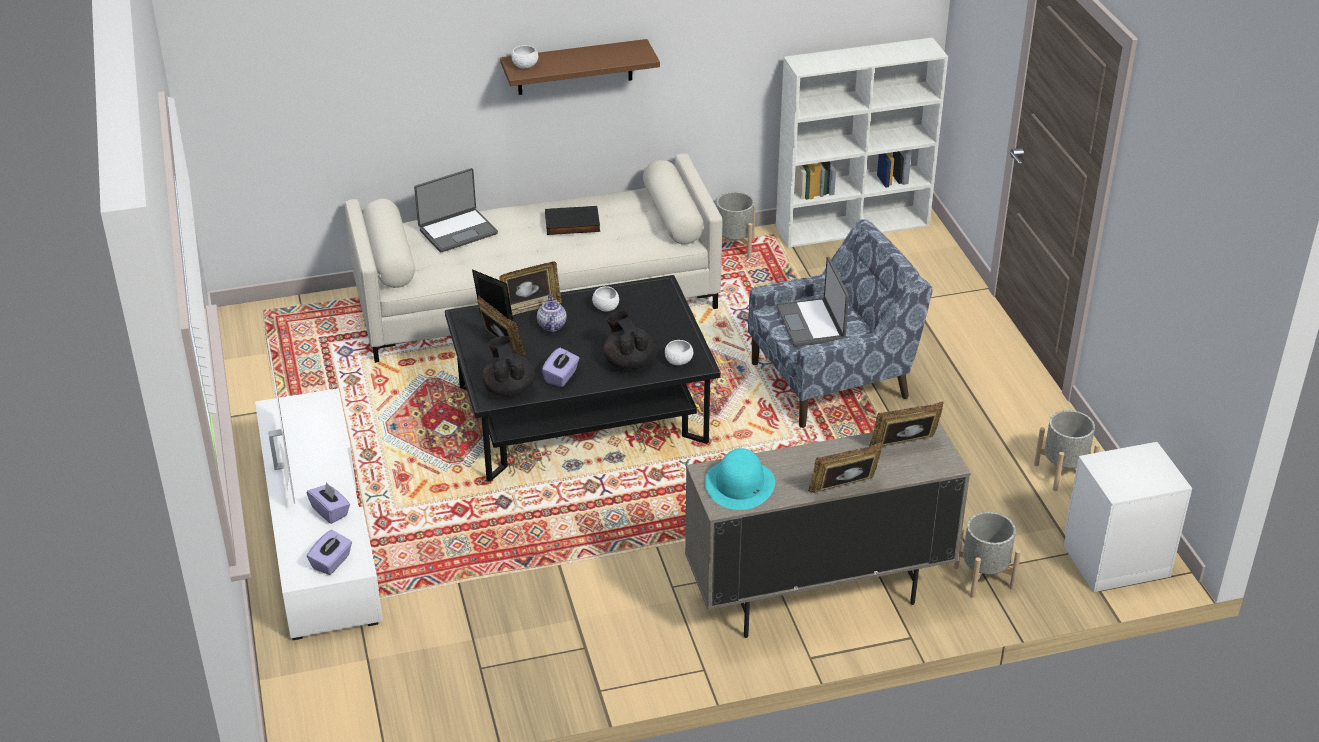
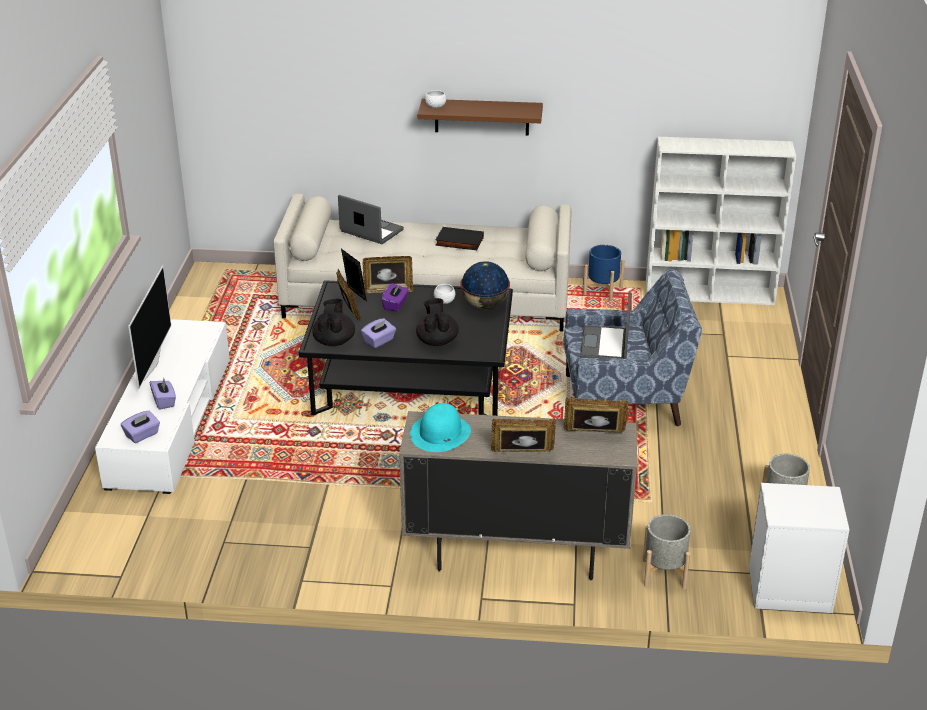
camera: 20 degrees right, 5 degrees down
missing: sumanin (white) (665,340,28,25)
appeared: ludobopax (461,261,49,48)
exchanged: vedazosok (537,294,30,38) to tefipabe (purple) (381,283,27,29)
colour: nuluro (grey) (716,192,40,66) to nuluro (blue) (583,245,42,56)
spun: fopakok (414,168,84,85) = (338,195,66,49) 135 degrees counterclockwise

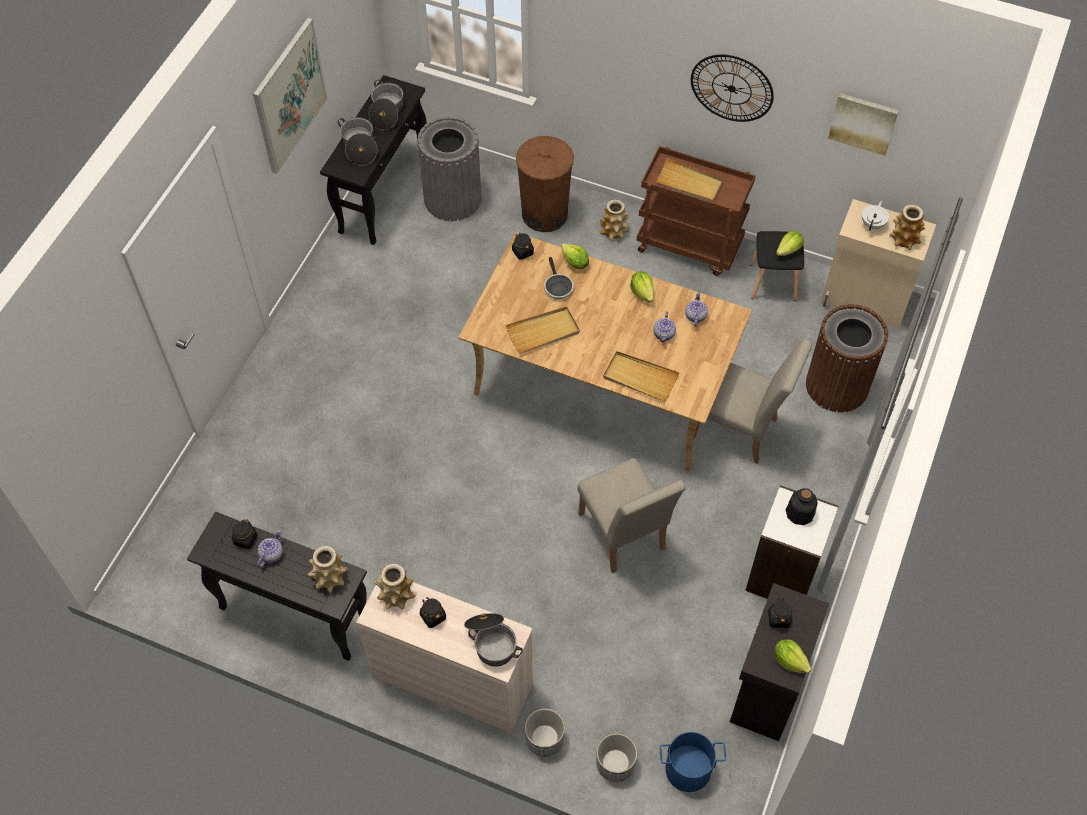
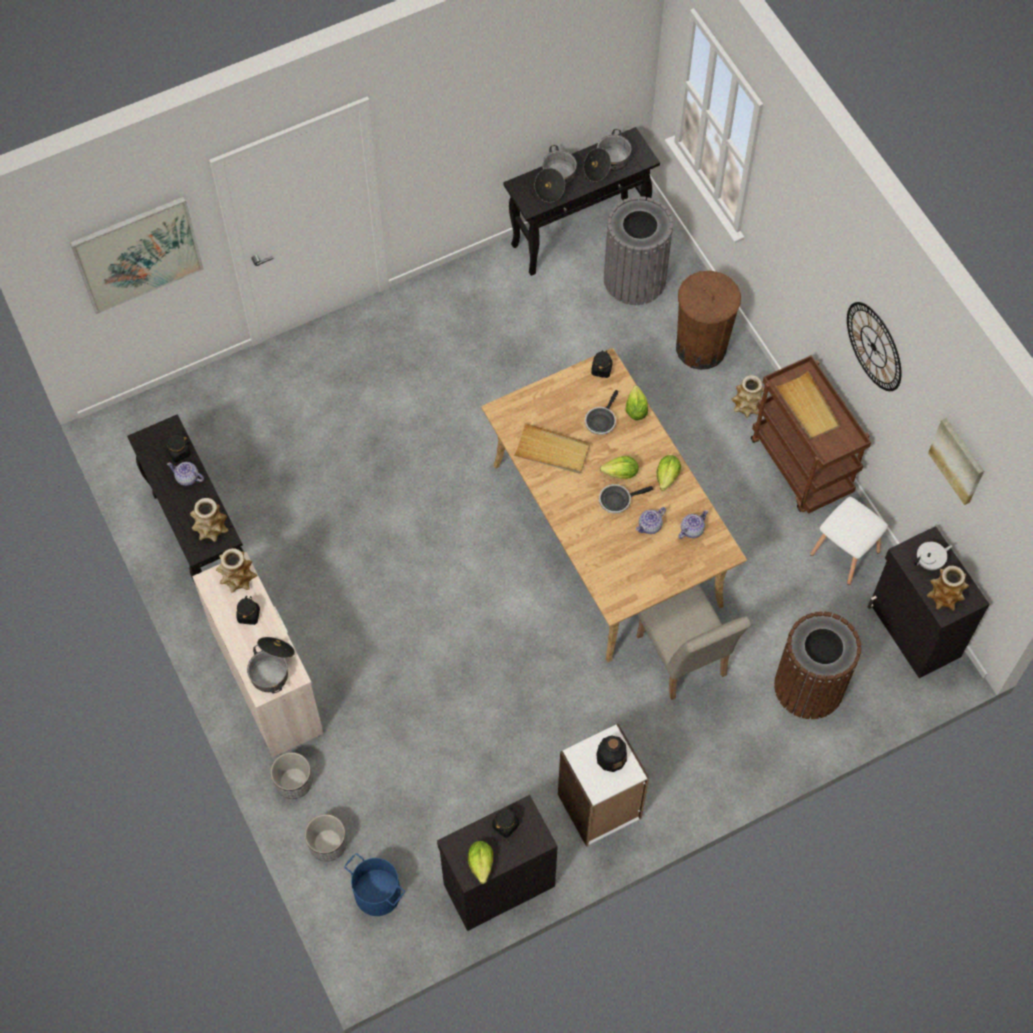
camera: 40 degrees right, 5 degrees up
missing: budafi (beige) (578,458,108,115); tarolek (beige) (603,351,76,51)
appeared: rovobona (599,484,54,29)
relocated: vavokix (253,18,74,156) to (70,196,134,118); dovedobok (776,231,28,25) to (600,456,38,23)
colour: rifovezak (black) (750,231,54,70) to rifovezak (white) (810,497,78,88); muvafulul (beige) (821,199,115,129) to muvafulul (black) (867,526,122,152)
spun: vedazosok (258,530,25,37) = (167,462,37,24) 135 degrees counterclockwise

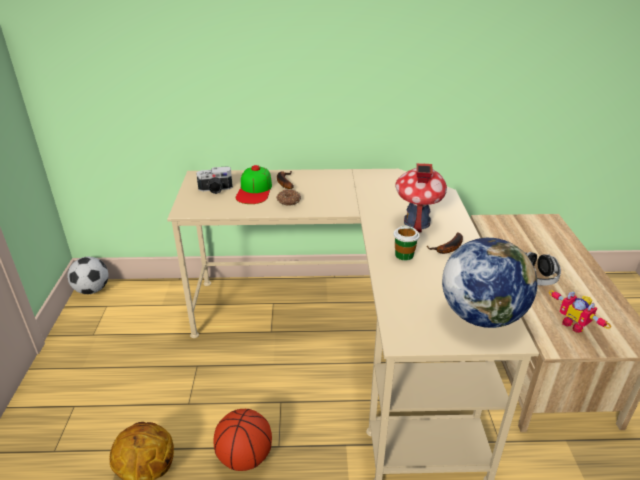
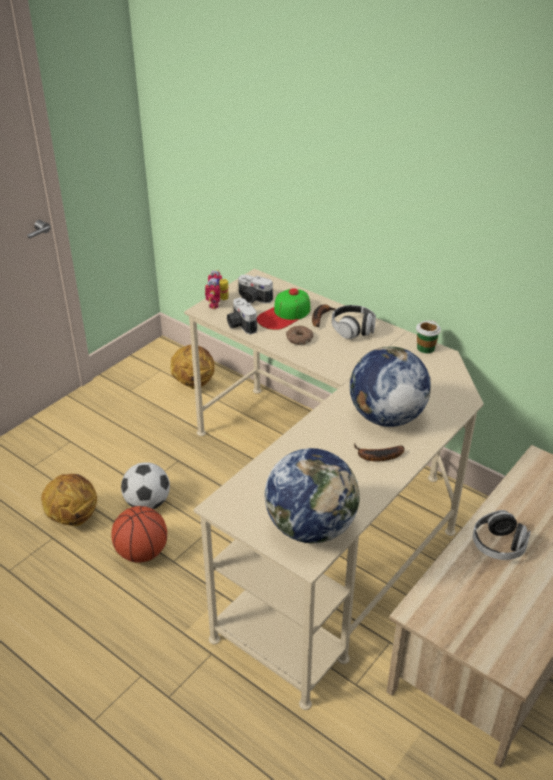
camera: 40 degrees right, 5 degrees up
appeared: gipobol (170,345,45,44); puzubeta (227,298,30,36); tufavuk (332,305,44,34)
relocated: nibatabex (68,257,40,37) to (121,462,49,47); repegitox (394,225,26,35) to (416,320,25,34); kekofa (549,290,62,43) to (205,270,24,39)
exchanged: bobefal (395,163,52,70) to ludobopax (350,346,81,81)

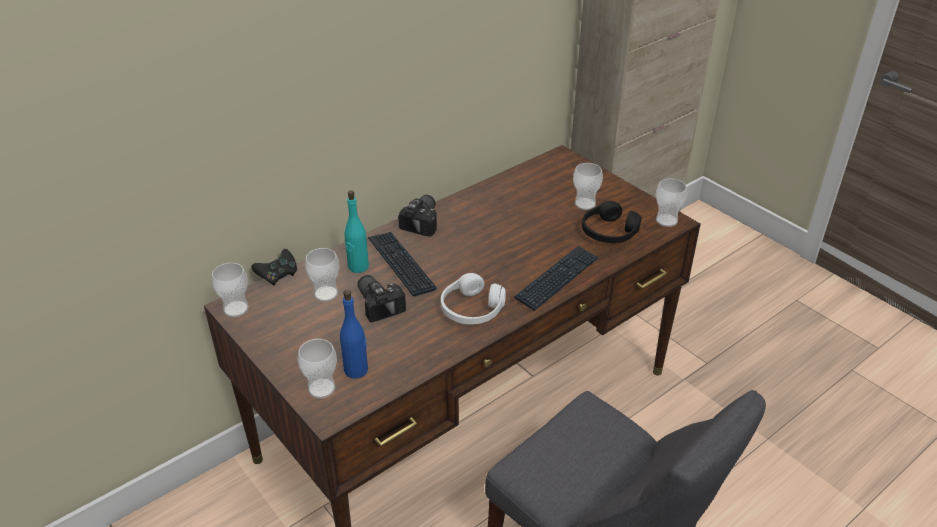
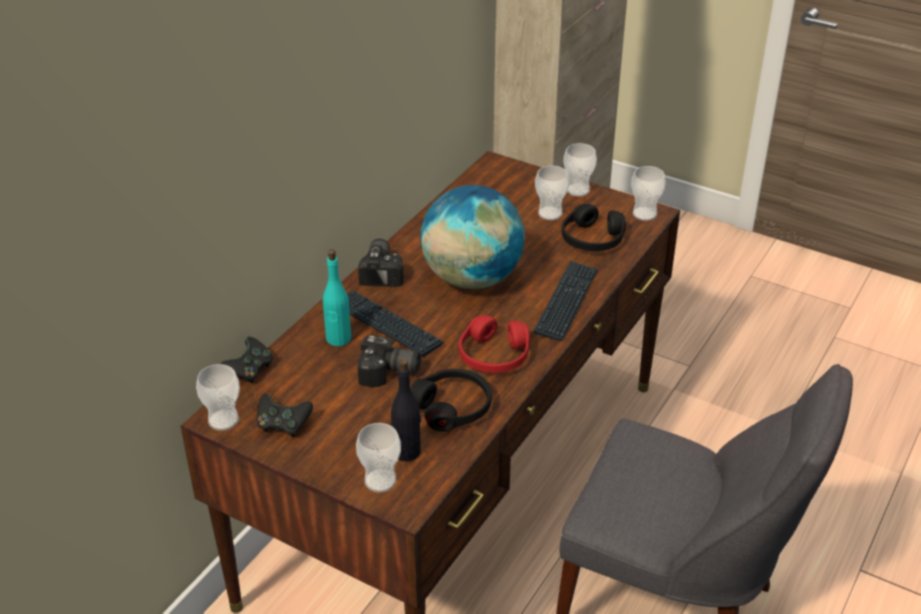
camera: 20 degrees left, 0 degrees up
appeared: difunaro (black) (257,394,56,43); tufavuk (black) (410,369,82,63); ludobopax (420,185,105,104)
relocated: repegitox (305,248,35,53) to (563,143,34,54)
colour: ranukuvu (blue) (340,290,28,89) to ranukuvu (black) (391,359,30,102); tufavuk (white) (441,273,65,52) to tufavuk (red) (459,315,71,58)
spun: puzubeta (358,275,48,47) = (357,335,64,52) 150 degrees clockwise

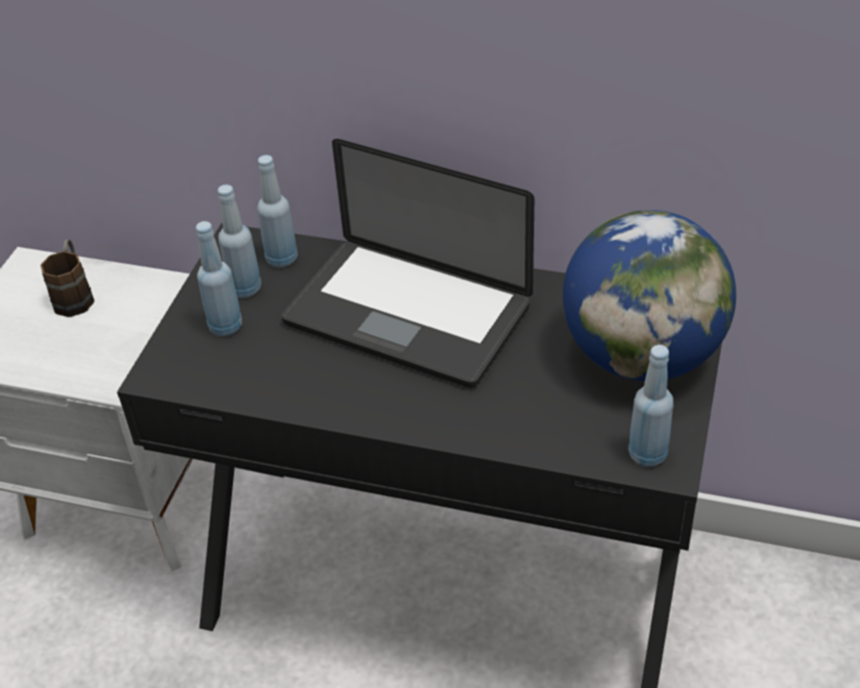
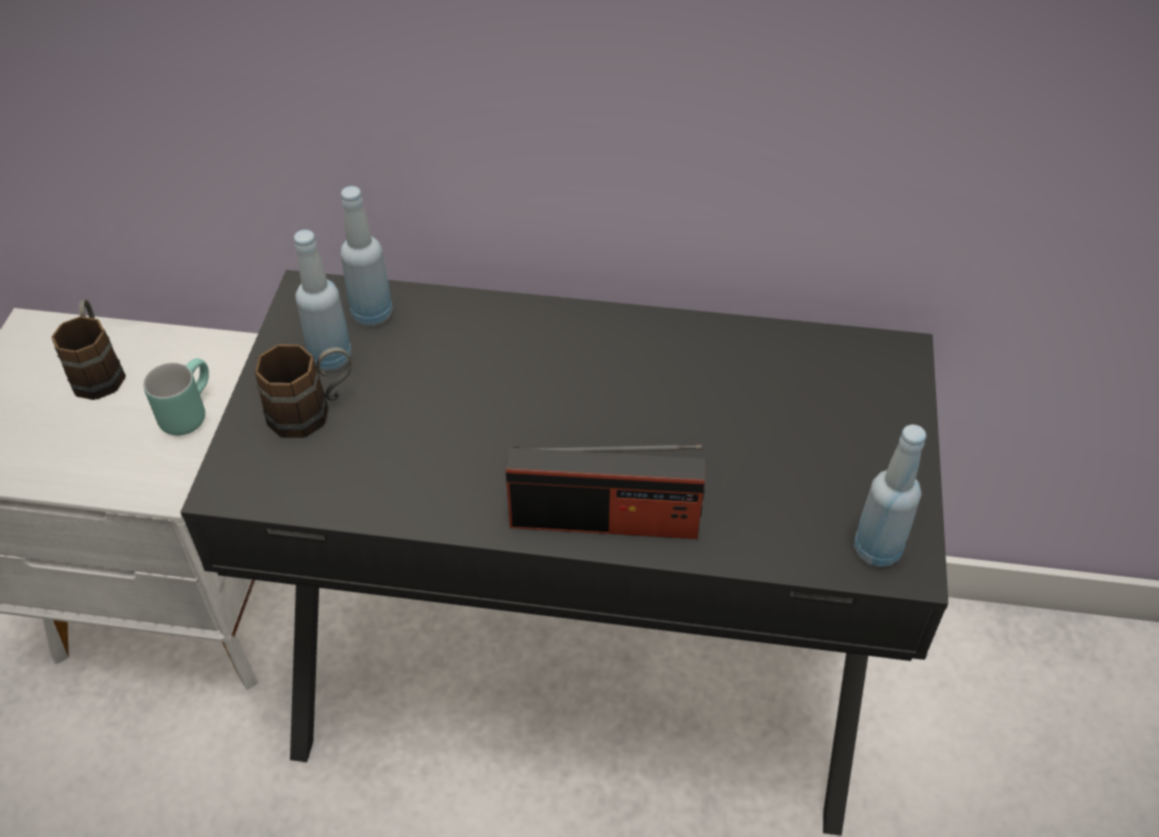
camera: 10 degrees left, 5 degrees up
missing: fopakok (281,139,253,249); ludobopax (562,210,174,171)
appeared: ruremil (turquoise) (143,358,66,78); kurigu (506,445,199,94)
exchanged: ranukuvu (blue) (196,221,46,115) to ruremil (brown) (255,345,97,93)

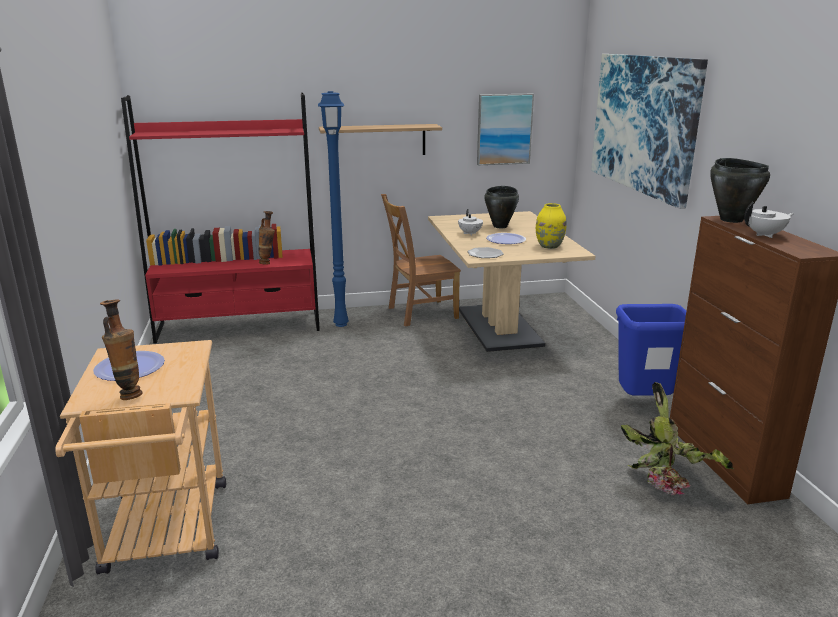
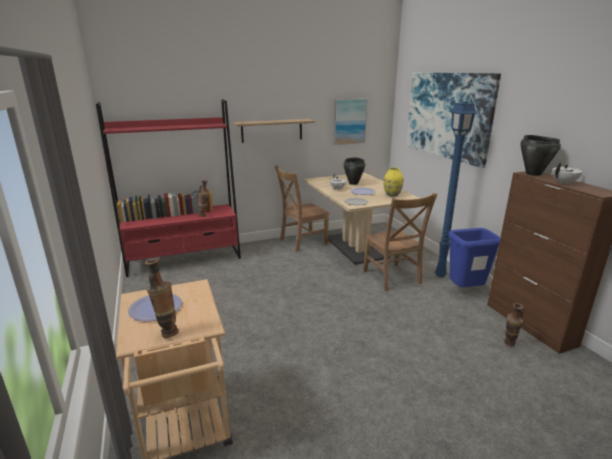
camera: 10 degrees left, 0 degrees up
appeared: budafi (brown) (363,193,74,98)
relocated: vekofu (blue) (318,91,31,236) to (435,102,43,176)
exchanged: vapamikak (621,382,114,113) to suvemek (504,303,19,43)

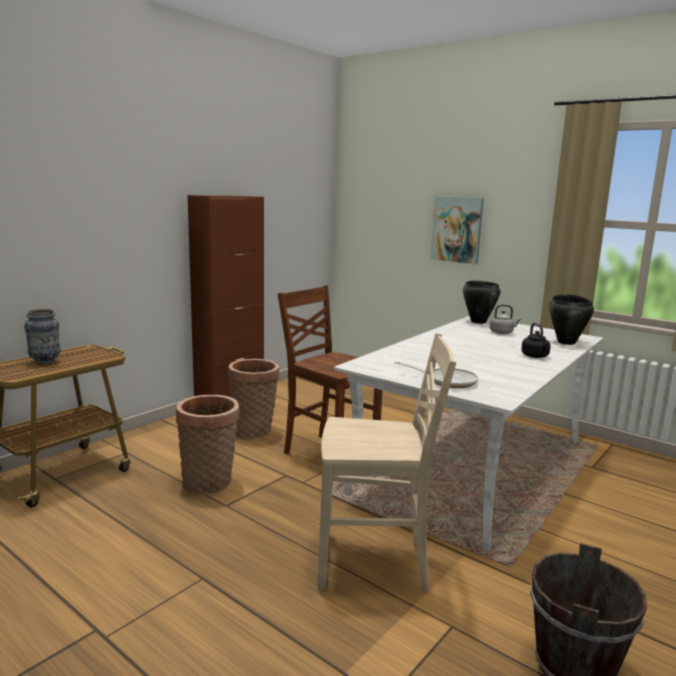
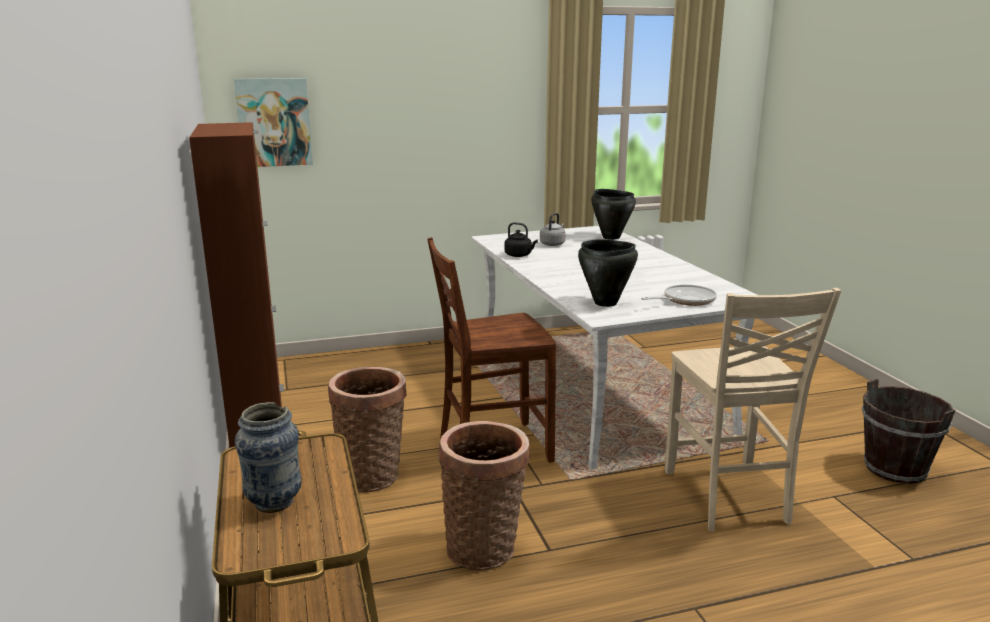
camera: 55 degrees left, 5 degrees up
relocated: vavokix (431,196,53,68) to (234,78,79,89); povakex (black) (463,281,38,43) to (578,239,60,68); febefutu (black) (521,323,30,35) to (504,222,34,35)
spun: budafi (beige) (318,333,139,259) = (665,288,176,243) 135 degrees clockwise

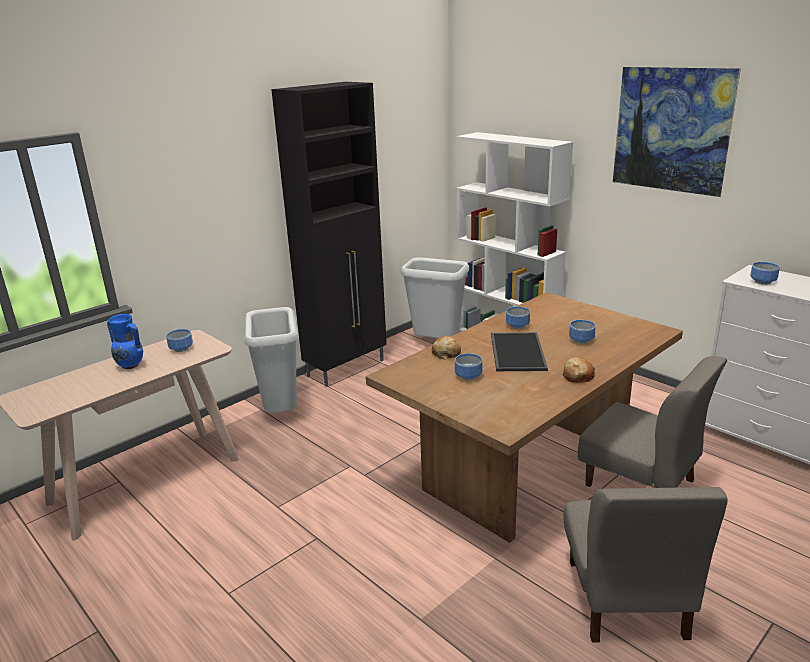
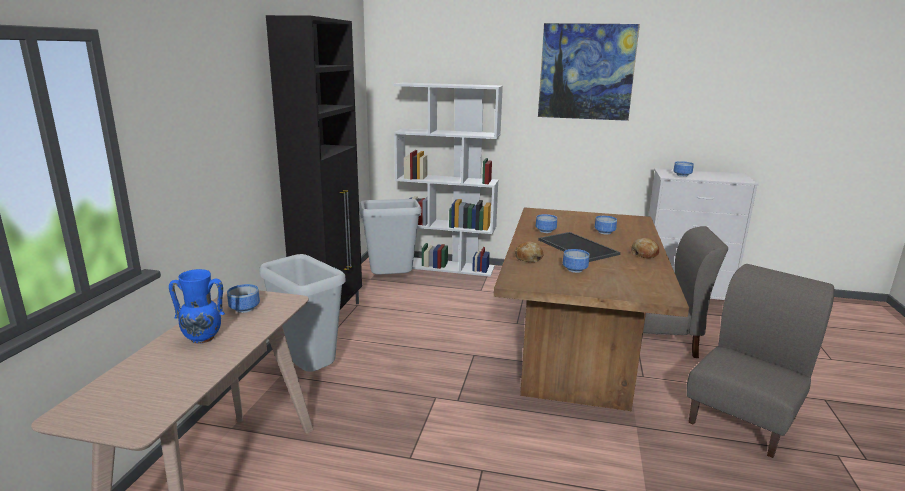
camera: 35 degrees left, 5 degrees down
spun: budafi (grey) (563,487,165,156) = (687,264,147,194) 105 degrees counterclockwise

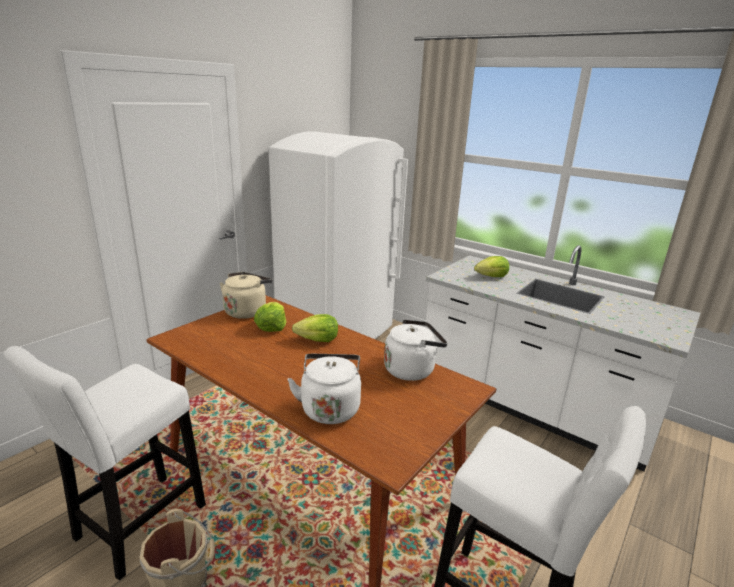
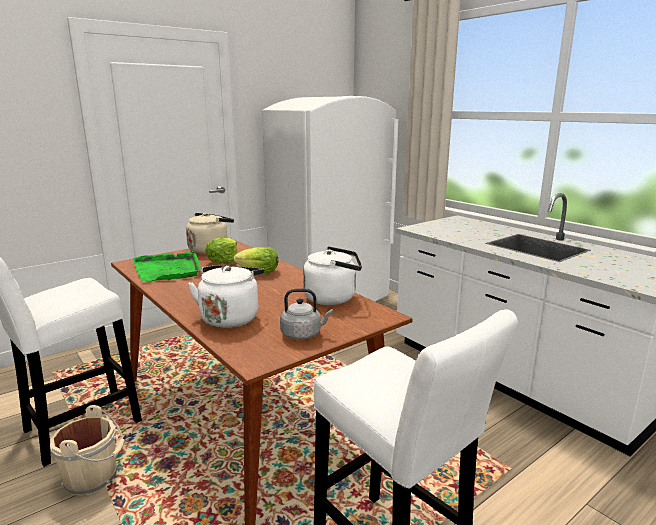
camera: 15 degrees right, 5 degrees down
missing: dovedobok (474,256,35,21)
appeared: tarolek (green) (133,251,68,31); febefutu (grey) (280,288,53,52)

